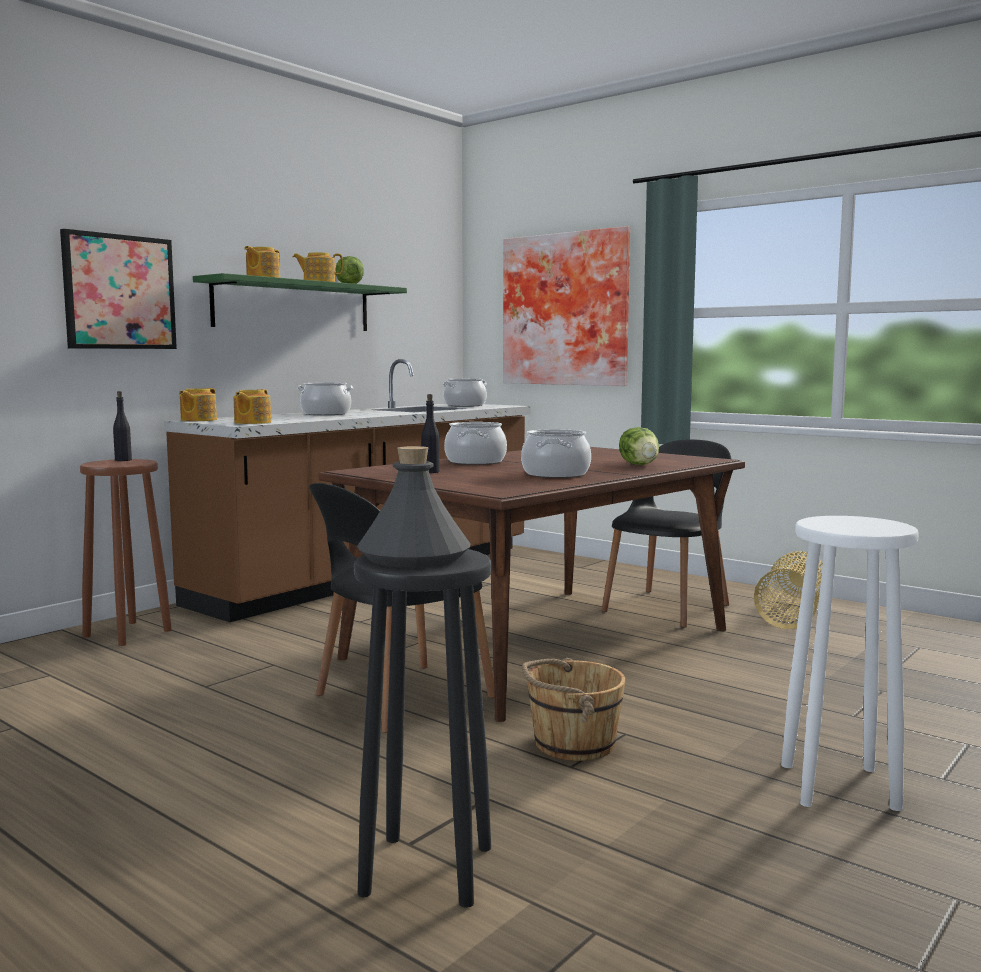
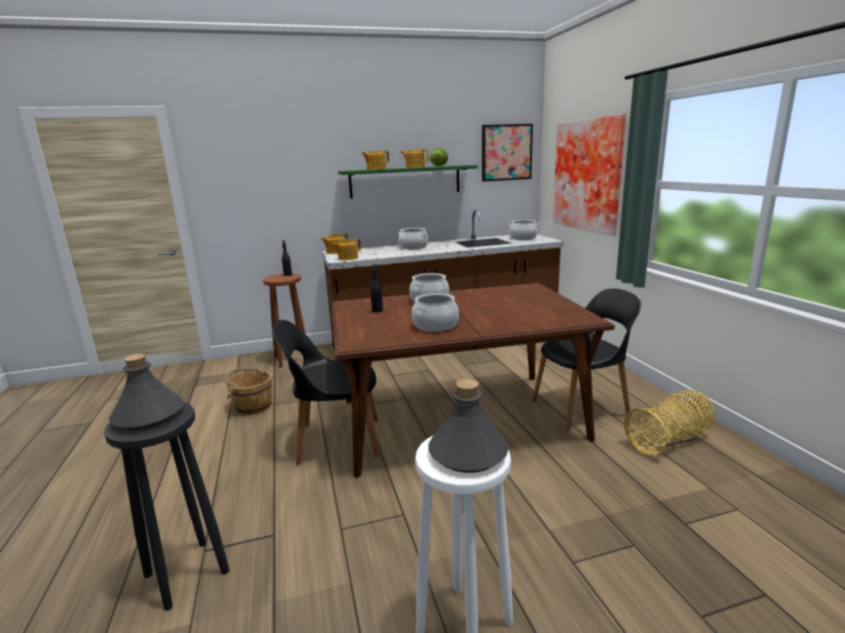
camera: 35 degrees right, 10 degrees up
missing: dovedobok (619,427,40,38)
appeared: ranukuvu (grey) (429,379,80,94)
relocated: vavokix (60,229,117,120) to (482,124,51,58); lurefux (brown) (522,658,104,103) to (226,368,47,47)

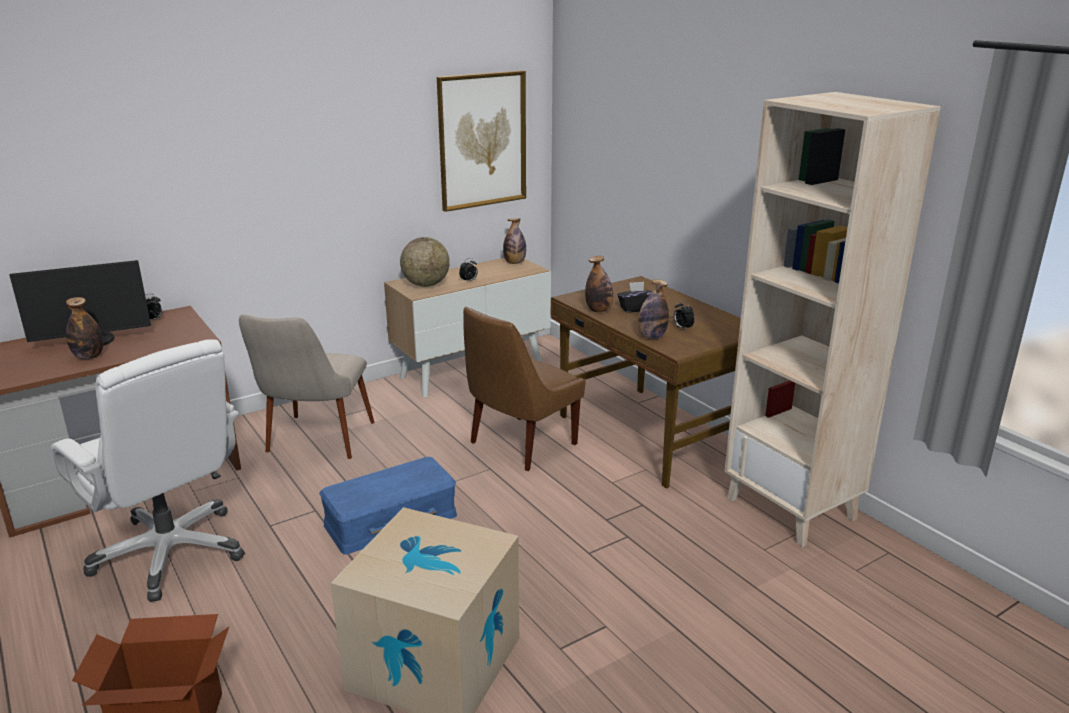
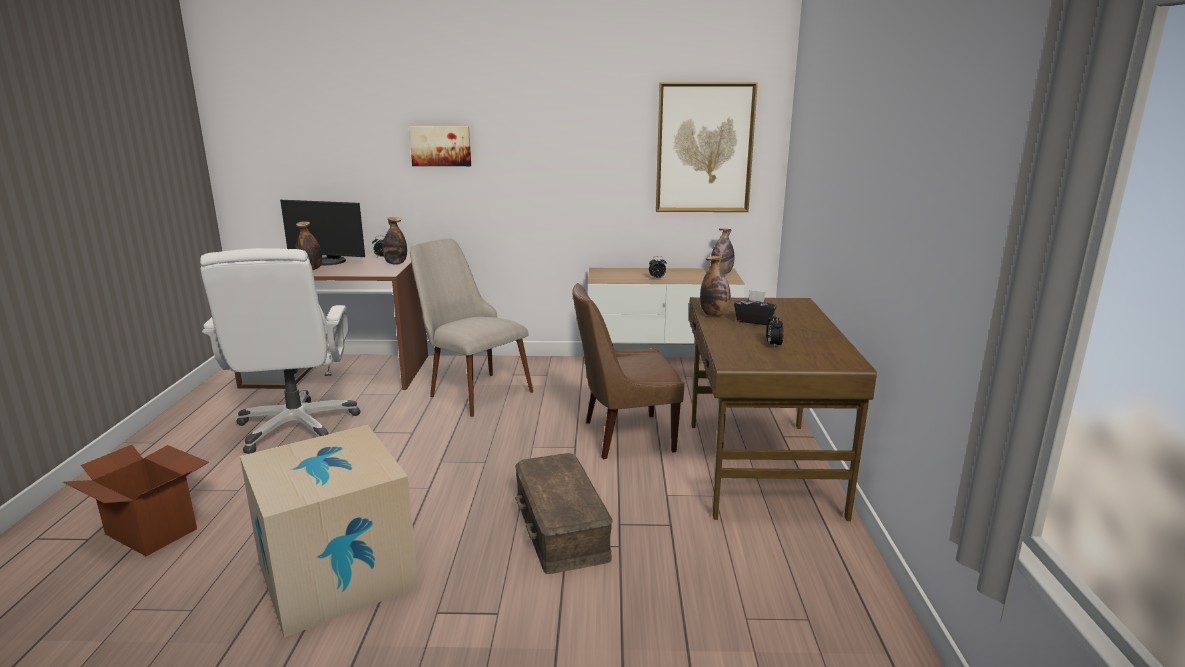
camera: 35 degrees right, 5 degrees down
missing: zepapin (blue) (319,457,138,98); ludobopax (400,237,50,50); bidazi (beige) (724,92,217,455)
appeared: vavokix (409,126,62,40); zepapin (brown) (515,453,98,121)
relocated: ranukuvu (638,279,31,60) to (383,217,24,47)
spun: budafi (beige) (239,314,136,145) = (410,238,123,179) 90 degrees clockwise

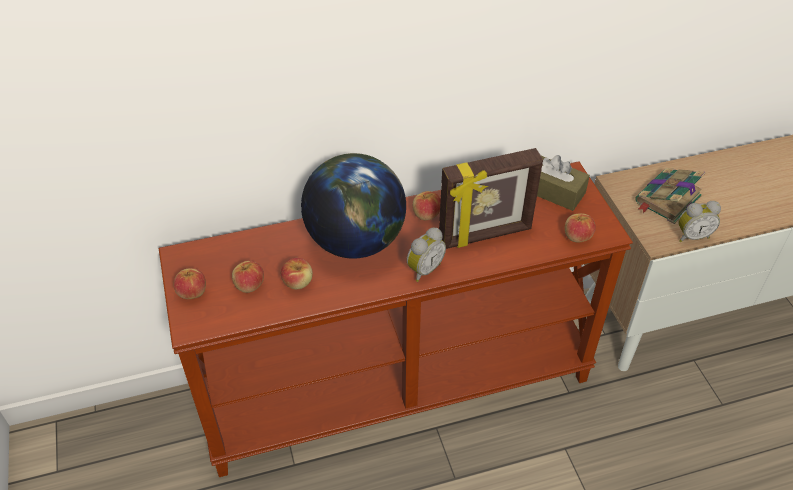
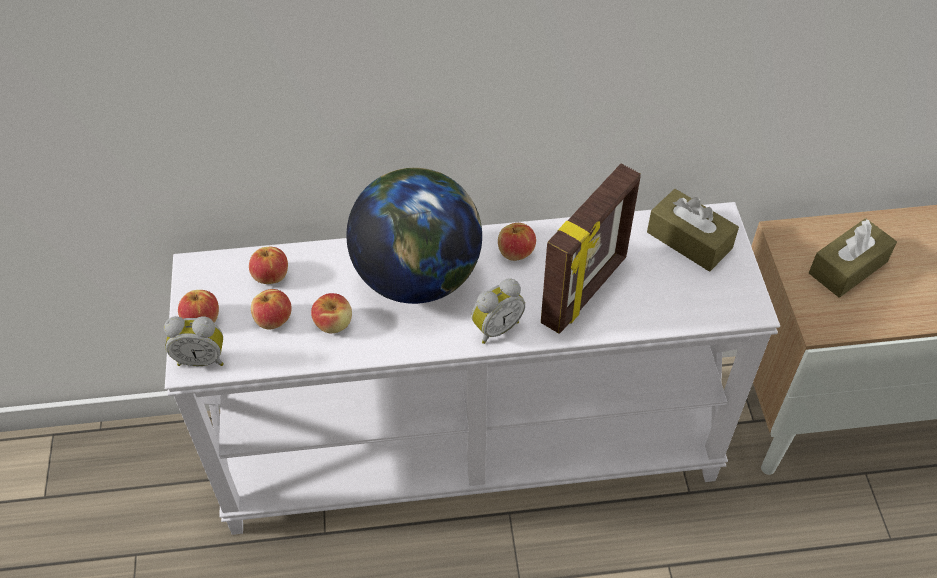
camera: 10 degrees right, 5 degrees up
relocated: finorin (565,213,31,29) to (249,247,39,37); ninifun (678,201,43,41) to (164,316,60,50)
exchanged: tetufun (635,168,71,56) to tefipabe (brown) (809,218,88,80)
colour: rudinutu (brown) (159,161,474,316) to rudinutu (white) (165,202,615,333)
spun: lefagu (439,148,104,101) = (541,164,100,170) 45 degrees counterclockwise

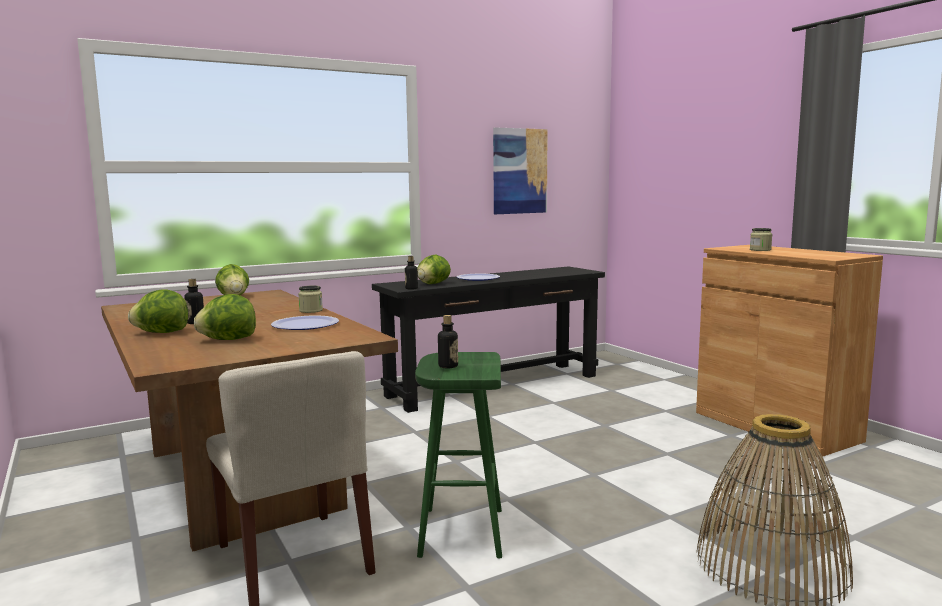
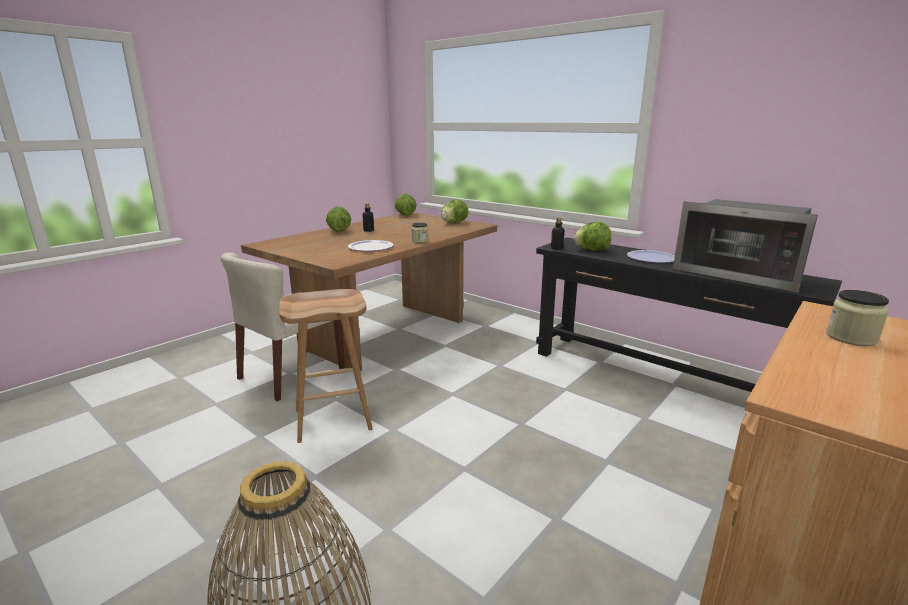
camera: 70 degrees right, 10 degrees up
missing: ranukuvu (438,315,20,53); vavokix (493,127,55,87)
appeared: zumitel (673,199,145,94)
relocated: dovedobok (194,294,62,46) to (395,194,22,22)
colour: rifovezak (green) (415,352,87,207) to rifovezak (brown) (279,289,94,154)

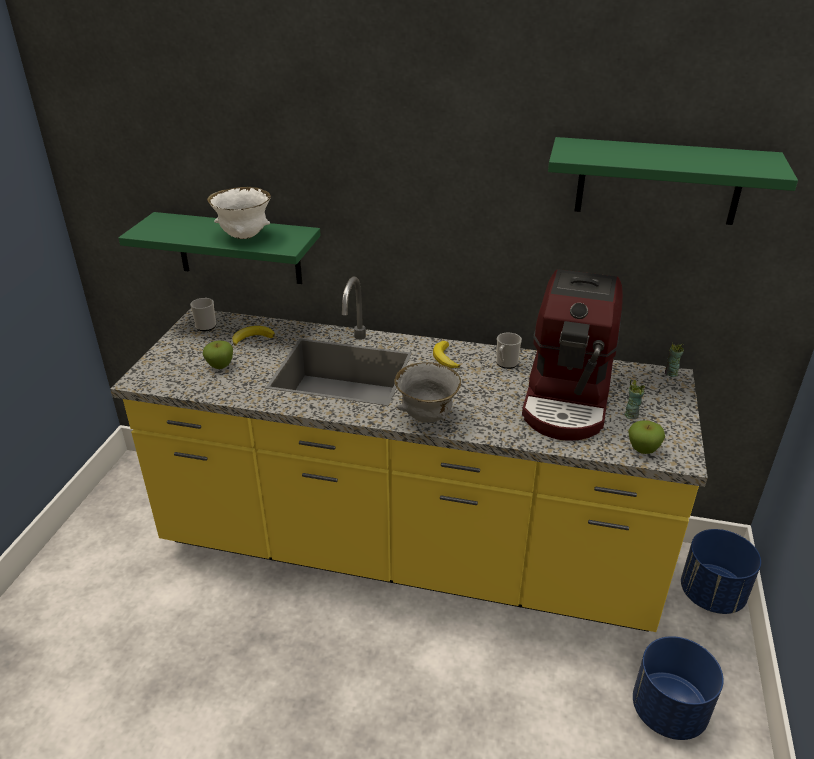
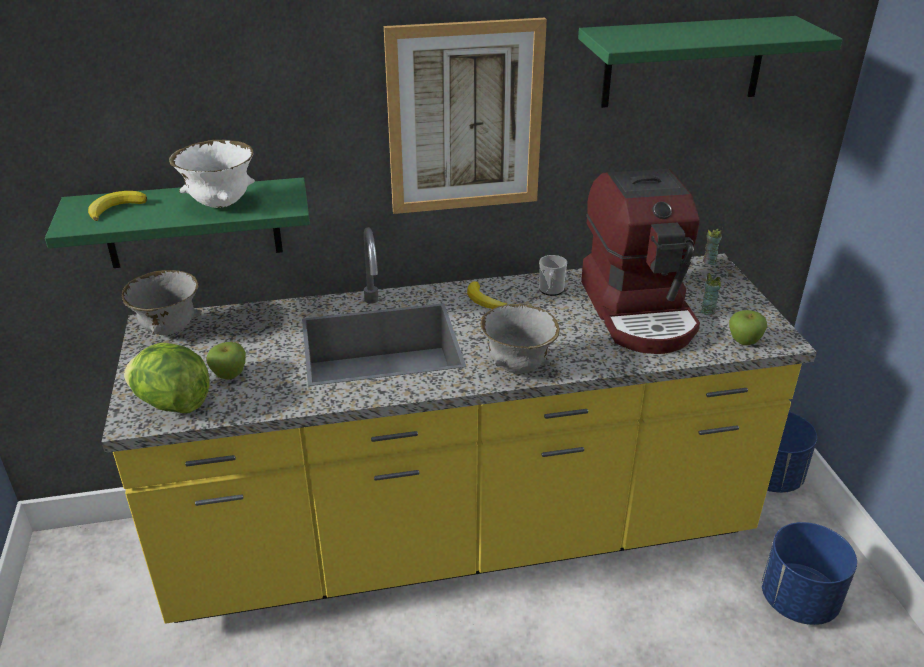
camera: 25 degrees left, 0 degrees up
appeared: dovedobok (124,343,86,70); vavokix (384,18,163,196)
relocated: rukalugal (232,326,43,20) to (88,191,59,30)
exchanged: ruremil (190,298,26,33) to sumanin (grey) (122,270,80,65)

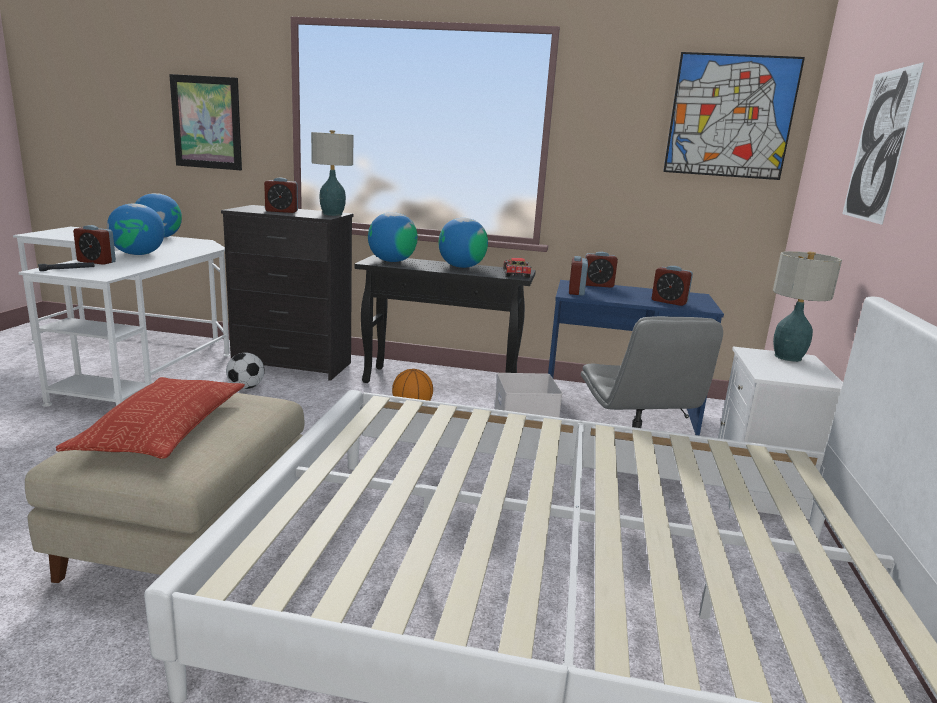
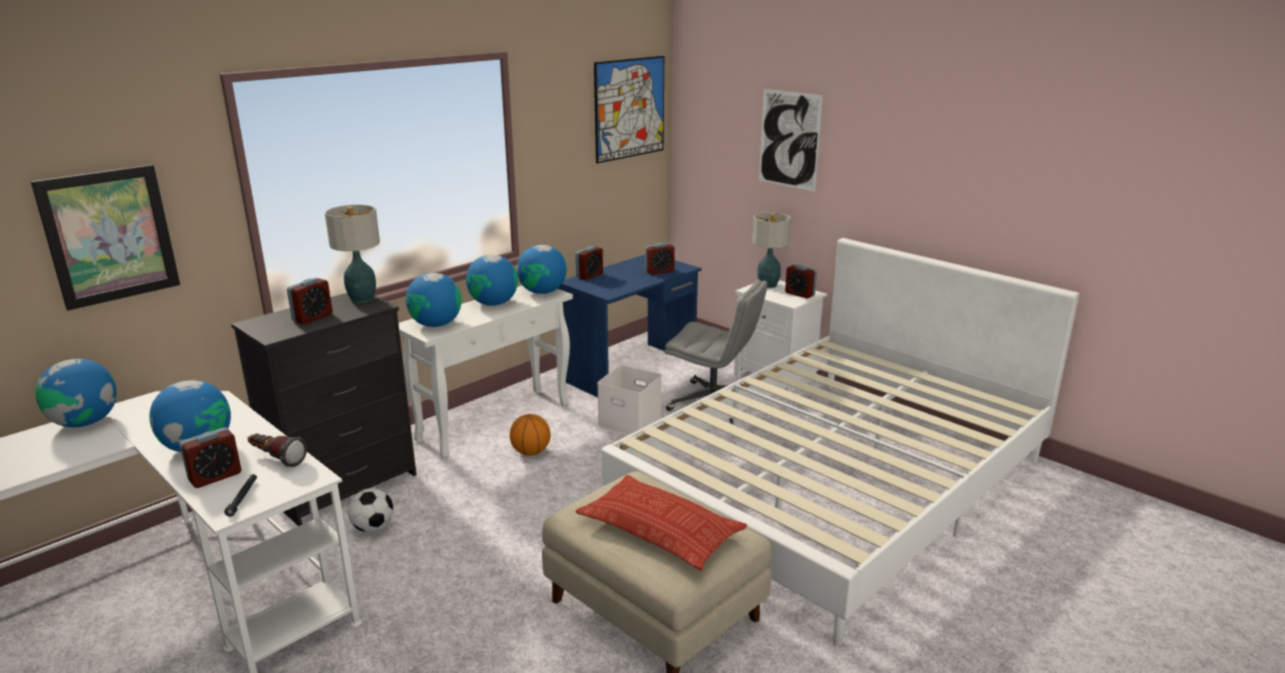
camera: 55 degrees left, 5 degrees up
appeared: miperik (248,434,59,33)
relocated: ninifun (569,256,19,40) to (785,264,32,35)
exchanged: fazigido (503,258,29,20) to ludobopax (517,245,50,49)
colour: rudinutu (black) (355,255,181,128) to rudinutu (white) (398,285,175,174)

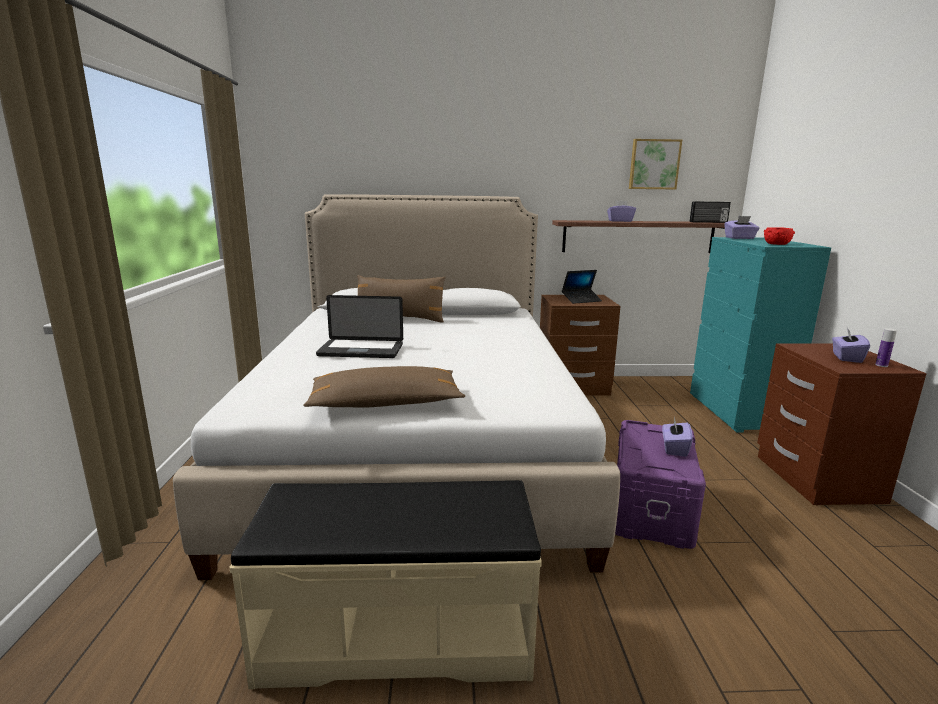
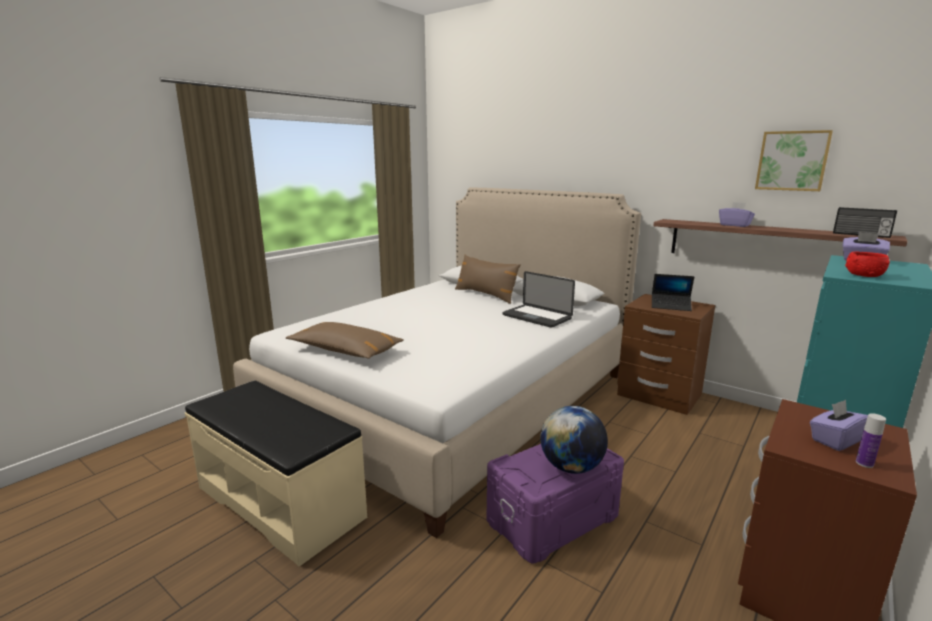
camera: 40 degrees right, 0 degrees up
relocated: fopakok (316,295,87,63) to (502,271,73,57)
exchanged: tefipabe (purple) (662,417,31,40) to ludobopax (540,406,68,68)

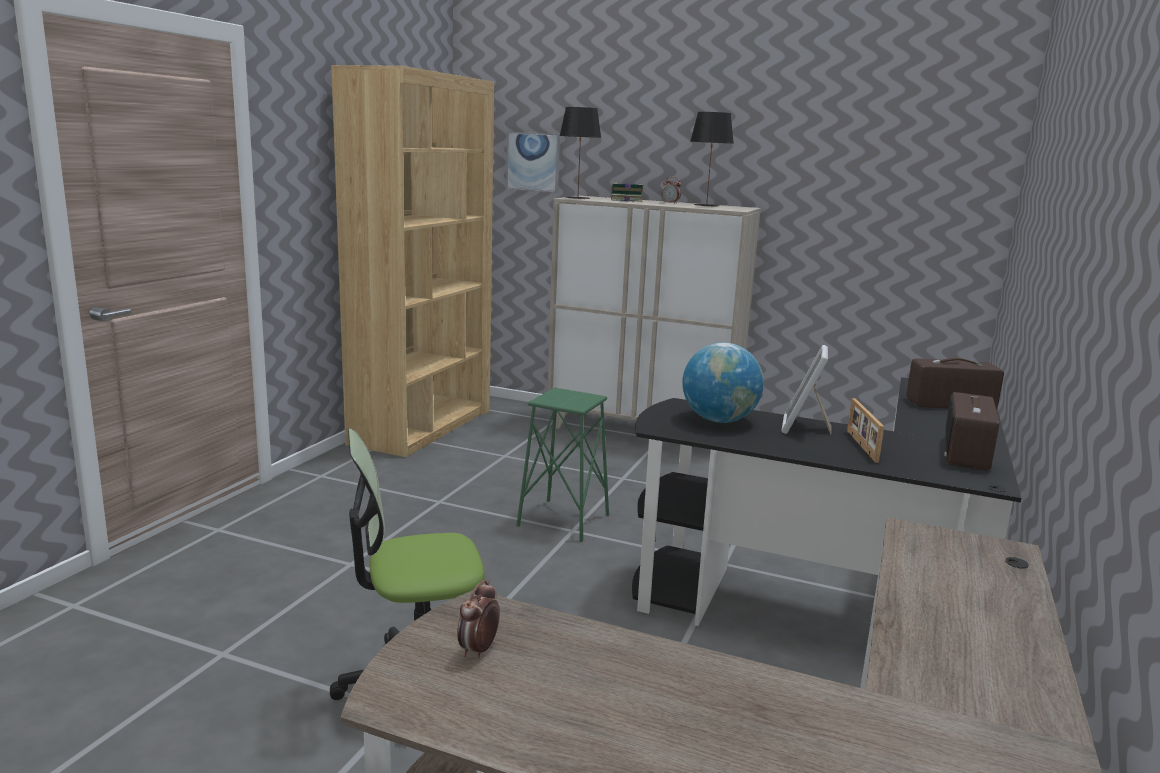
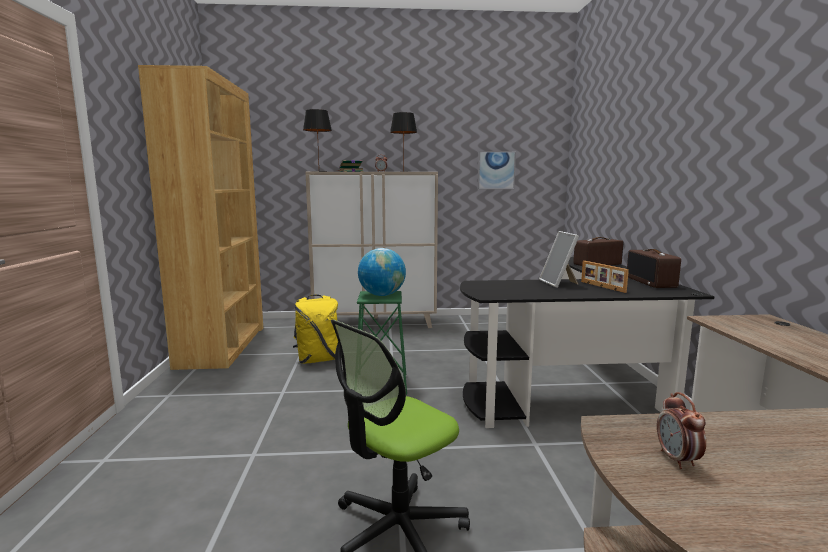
camera: 25 degrees left, 5 degrees down
appeared: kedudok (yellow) (293,294,45,70)
relocated: vavokix (506,132,54,61) to (477,151,39,38); ludobopax (682,343,82,80) to (358,248,48,48)

